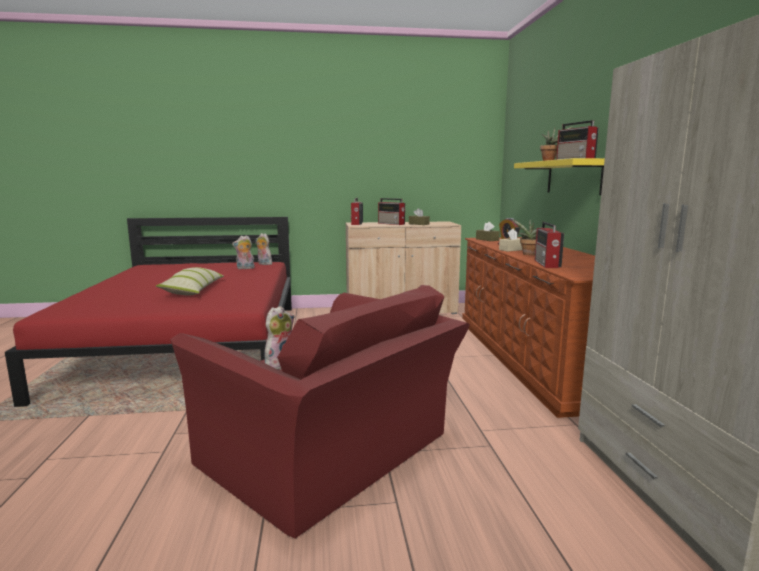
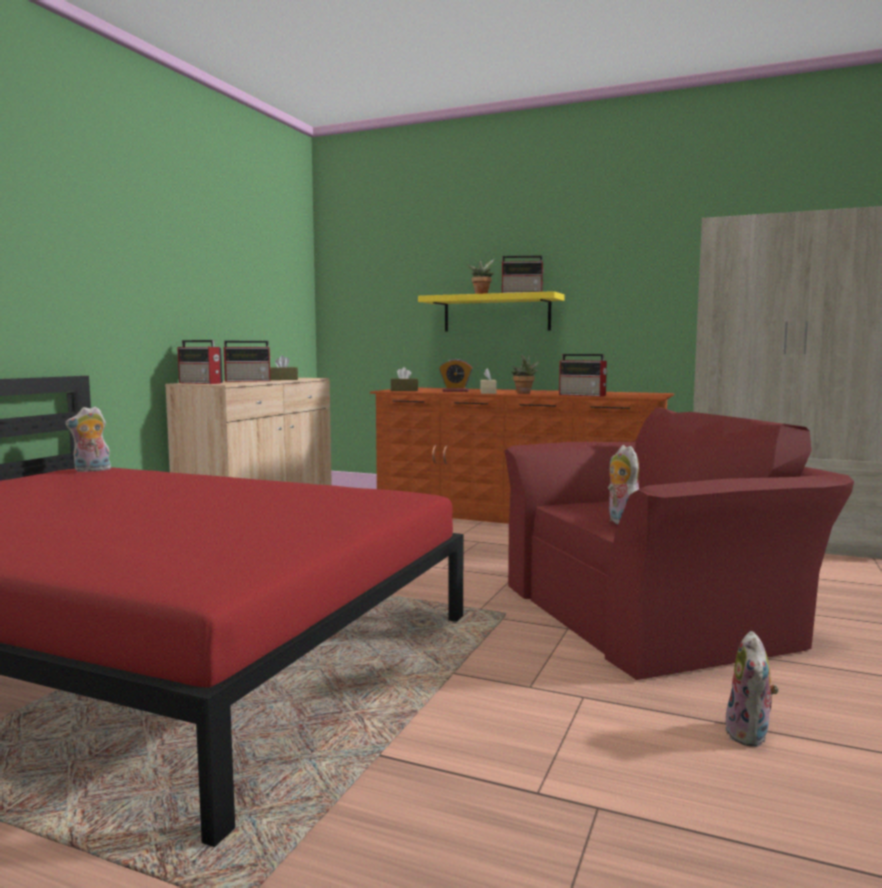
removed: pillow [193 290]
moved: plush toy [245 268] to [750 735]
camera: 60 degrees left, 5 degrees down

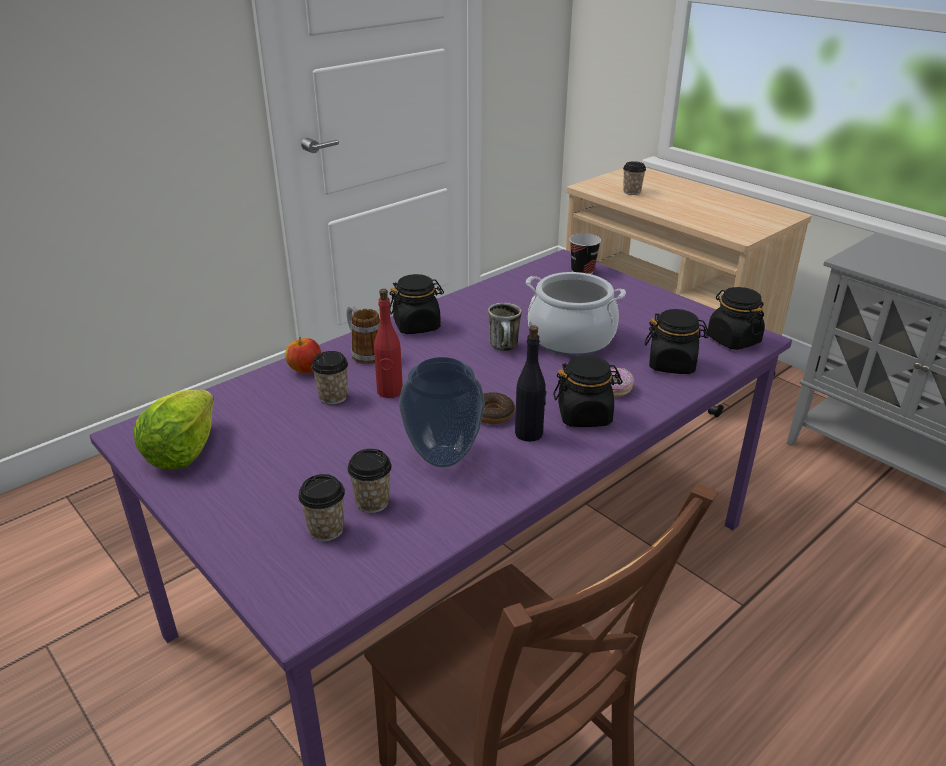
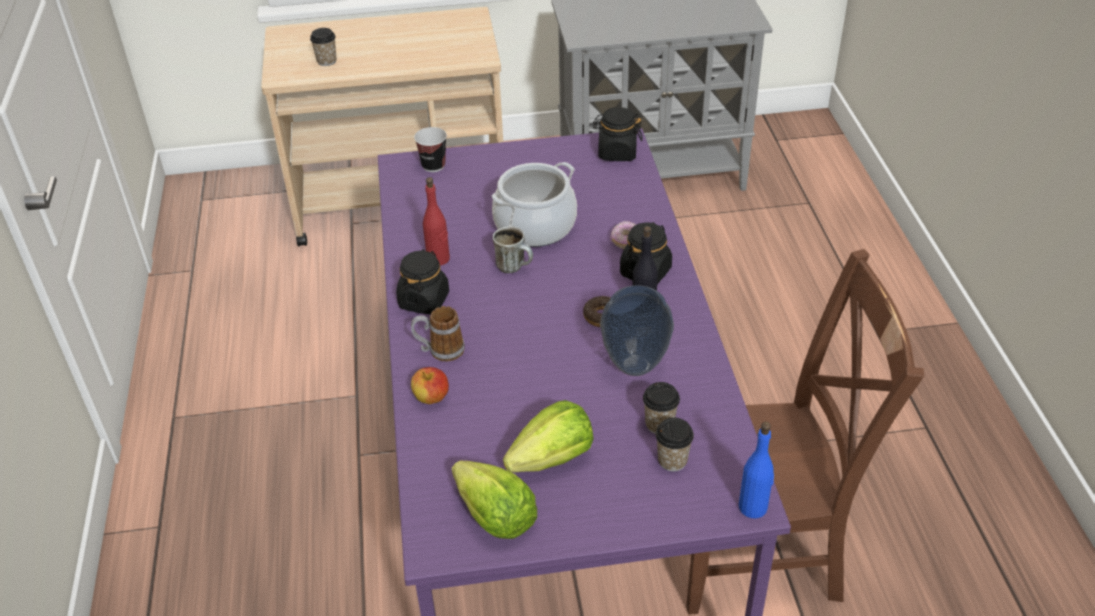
removed: cup [333 397]; black jar [672 364]
added: lettuce [552 459]; blue bottle [753 507]
moved: red bottle [390 391] to [438 259]
camera: 55 degrees left, 10 degrees up

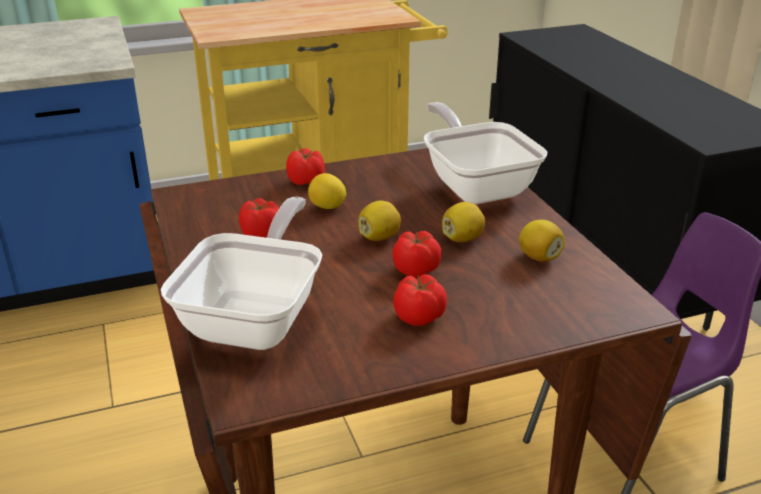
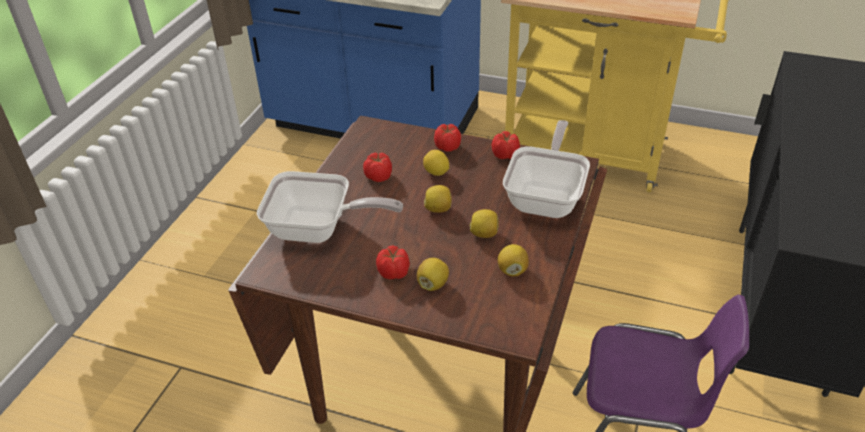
added: lemon [433 284]
moved: tomato [417 270] to [506 155]
turned: frying pan [258 317] = [319 230] 45 degrees clockwise
camera: 40 degrees right, 10 degrees up

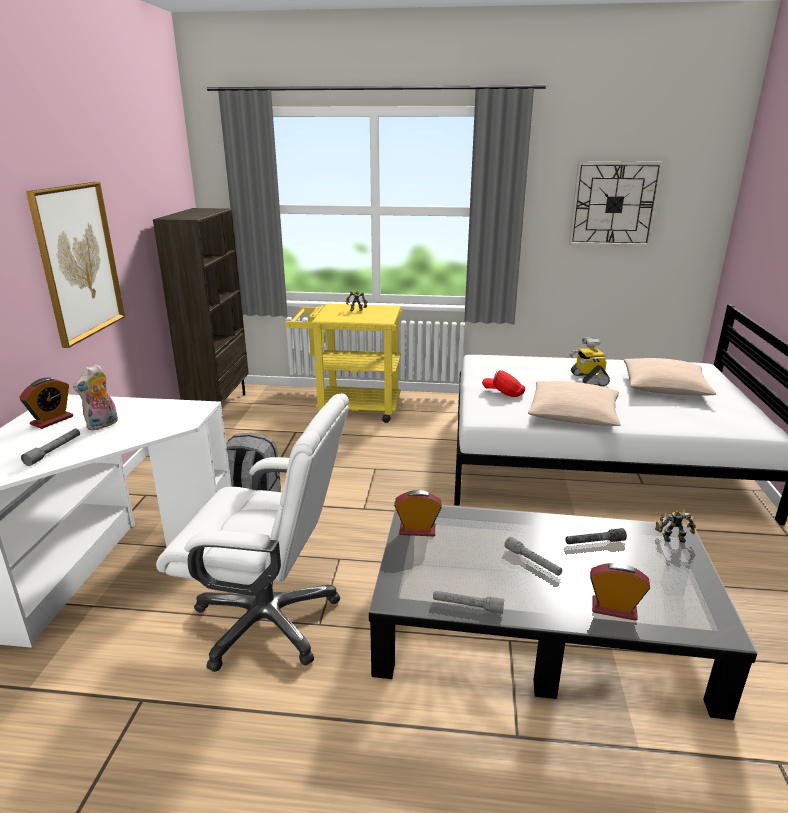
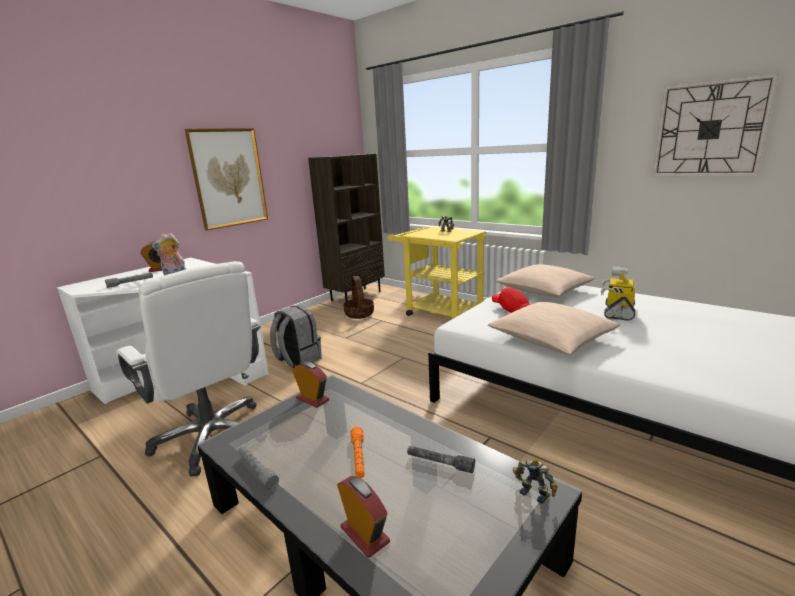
added: basket [359 314]
moved: beige pillow [664 388] to [544 291]
recoloured: grey flashlight [532 562] to orange flashlight [358 457]
camera: 35 degrees right, 5 degrees down

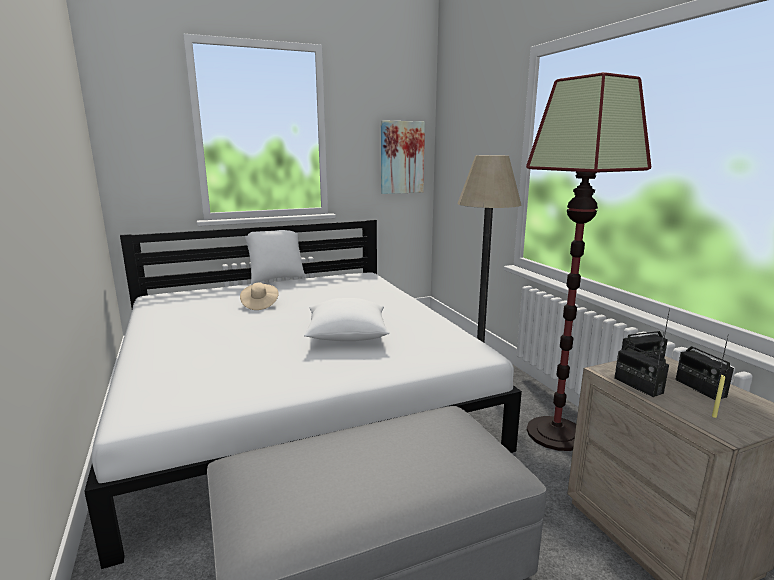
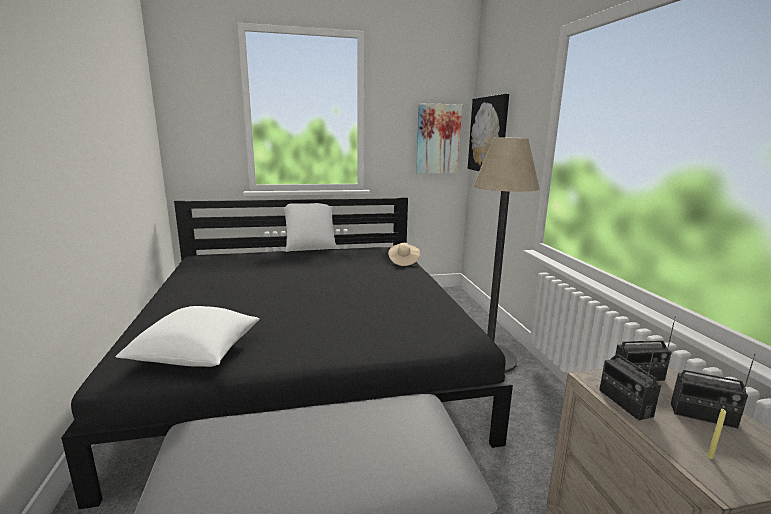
removed: floor lamp [555 434]
added: picture [488 135]
moved: white pillow [347 336] to [196 355]; beige hat [259 304] to [403 261]
recoloured: white bed [295 396] to black bed [306 360]
turned: radio [700 388] = [702 415] 60 degrees counterclockwise
camera: 10 degrees right, 0 degrees up

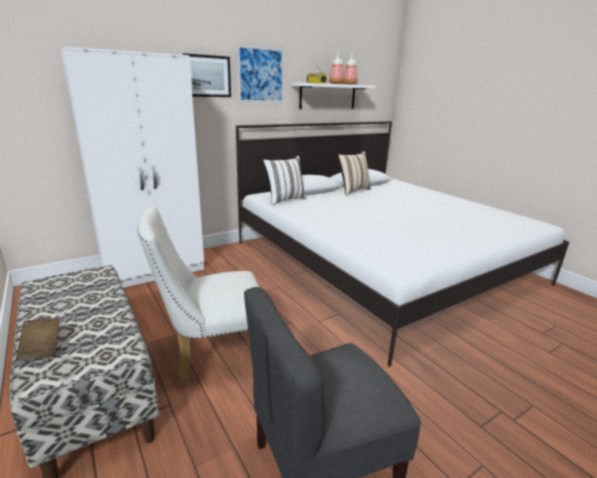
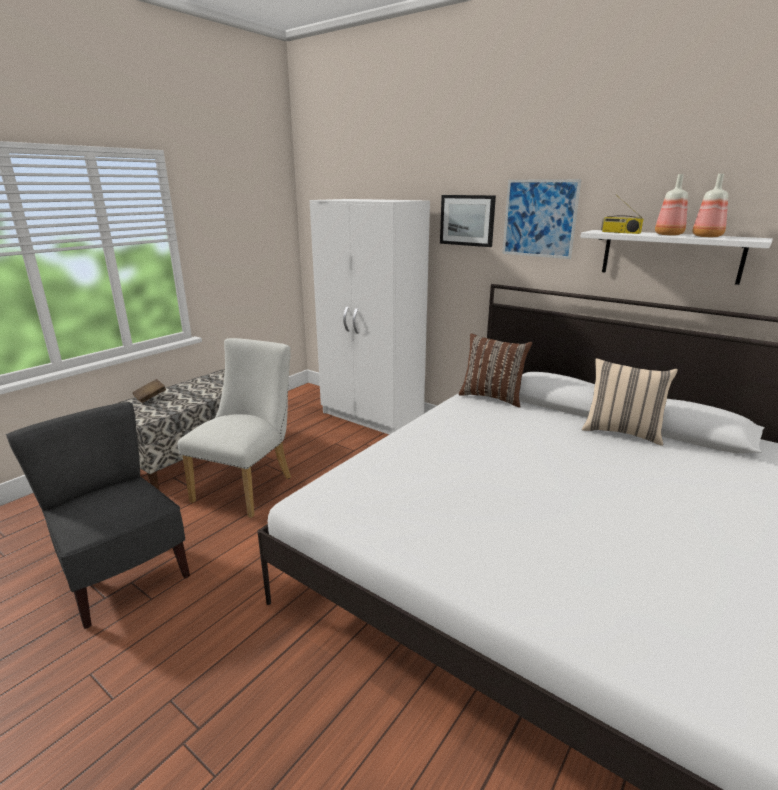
recoloured: white pillow [284 200] to brown pillow [492 397]
turned: white chair [212 357] = [248 486] 60 degrees clockwise
camera: 70 degrees right, 0 degrees up

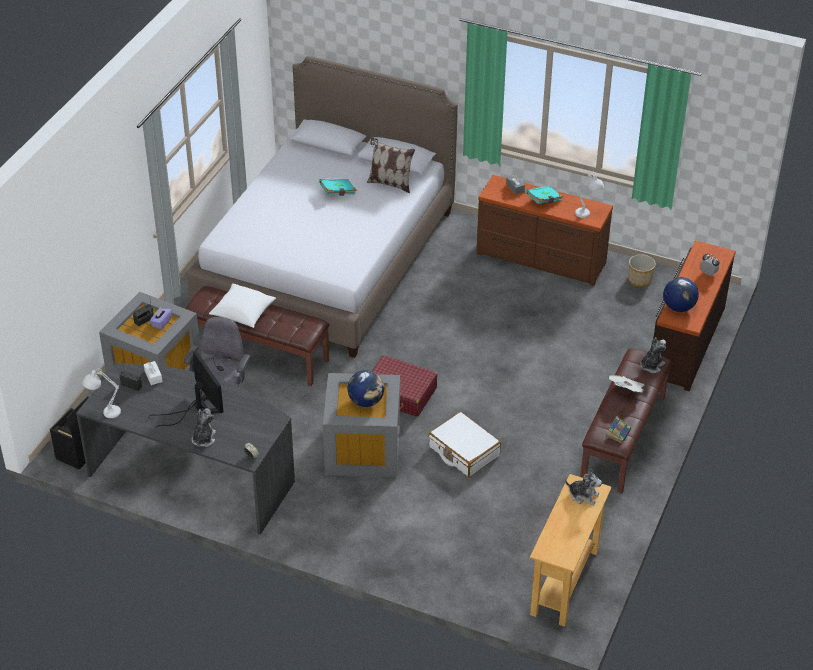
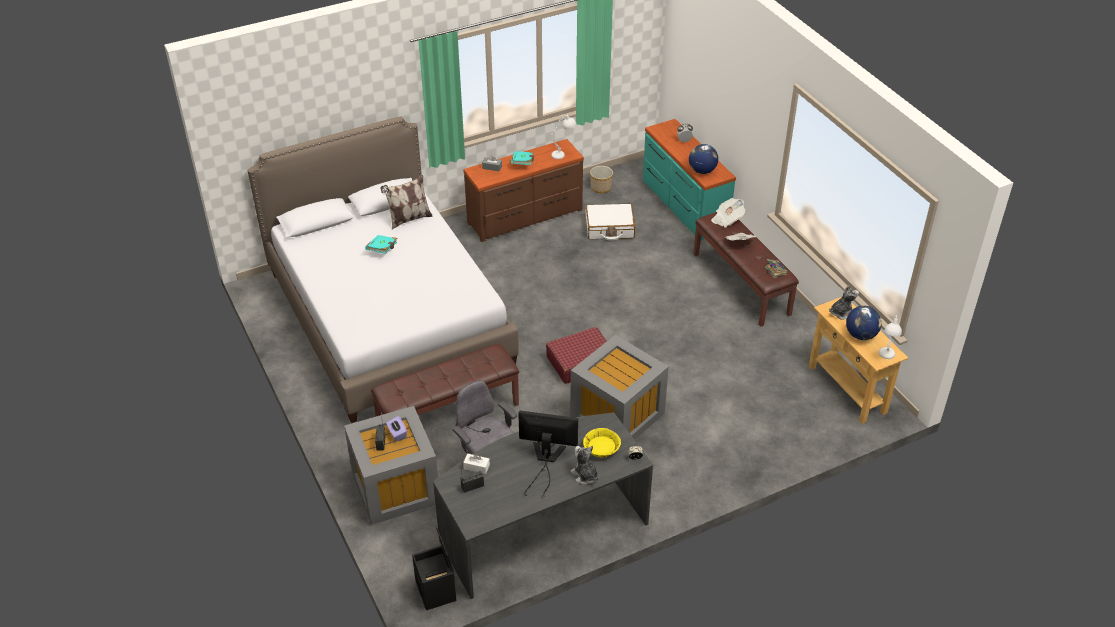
removed: white pillow [243 314]
added: yellow bowl [601 448]
moved: white suitcase [463 451] to [609 228]; globe [366 401] to [861 335]; white table lamp [104 413] to [885 358]
replaced: plush toy [651 365] to newspaper [727 219]
recoloured: brown dresser [686 343] to turquoise dresser [683 205]
camera: 50 degrees left, 0 degrees up

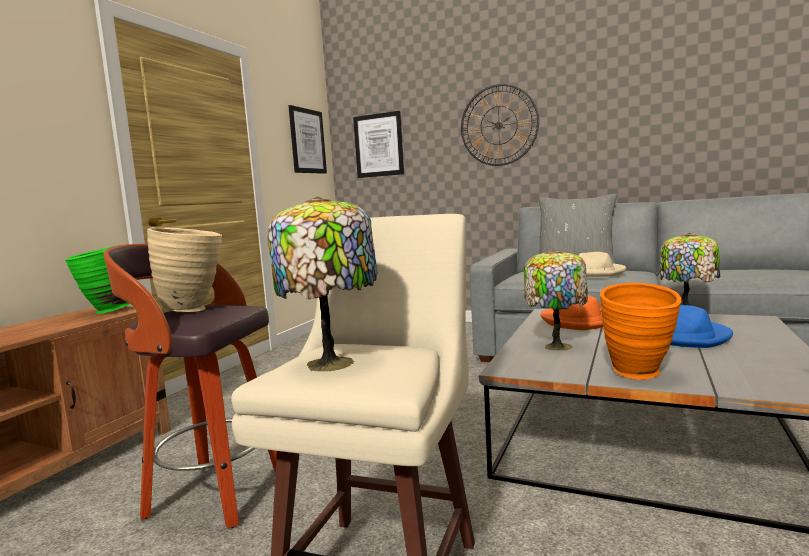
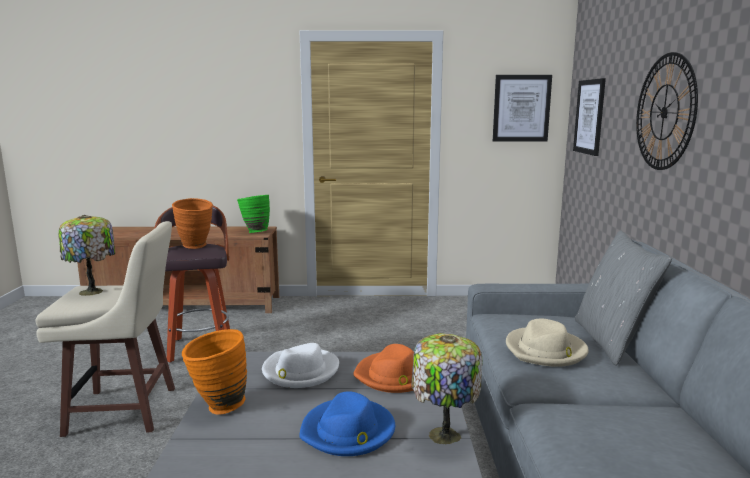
replaced: table lamp [556 345] to white hat [300 371]
recoloured: beige vase [195 310] to orange vase [196 247]
camera: 65 degrees right, 5 degrees up

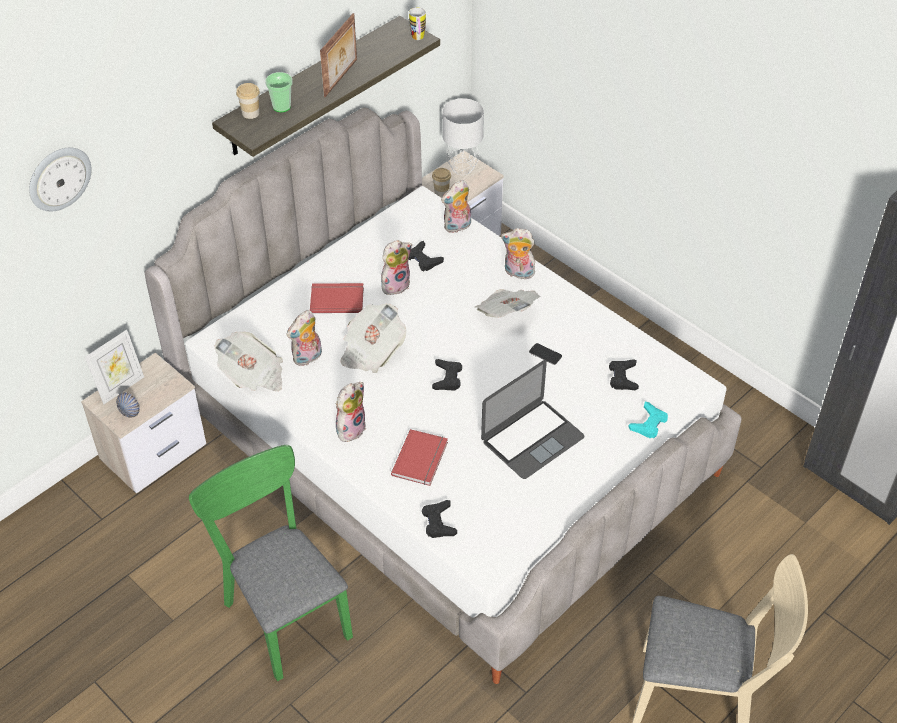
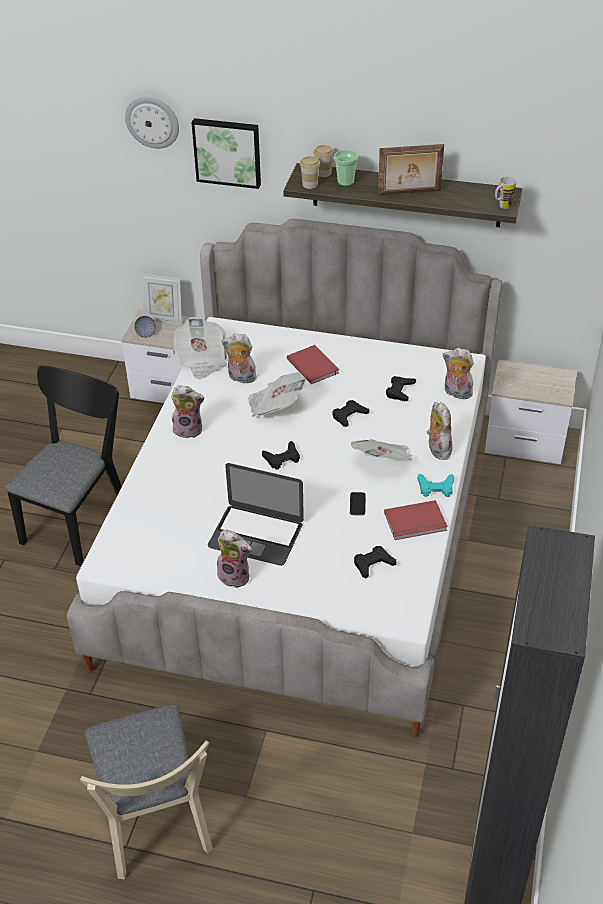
removed: grey table lamp [463 168]
added: picture [227 152]
moved: plush toy [395 284] to [236 576]; cup [441 192] to [310 184]; black game controller [438 522] to [349 416]; red book [422 459] to [416 523]; turquoise game controller [648 423] to [436 488]
recoloured: green chair [283 612] to black chair [79 518]
camera: 60 degrees right, 5 degrees down

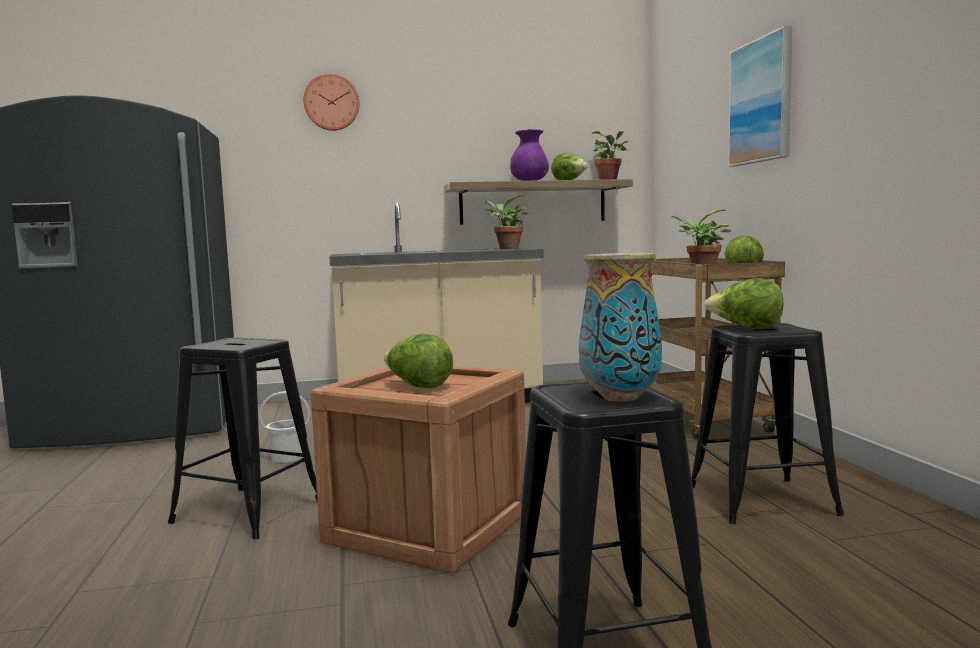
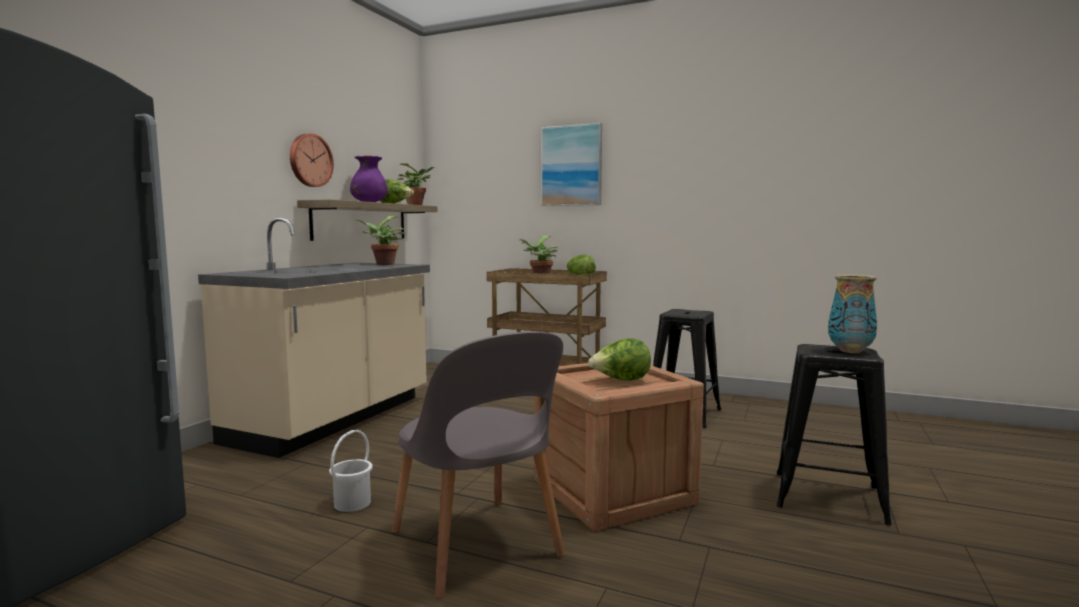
removed: lettuce [746 328]
moved: wall clock [331 103] to [309 160]
replaced: black stool [248 512] to grey chair [477 547]
camera: 55 degrees left, 0 degrees up

